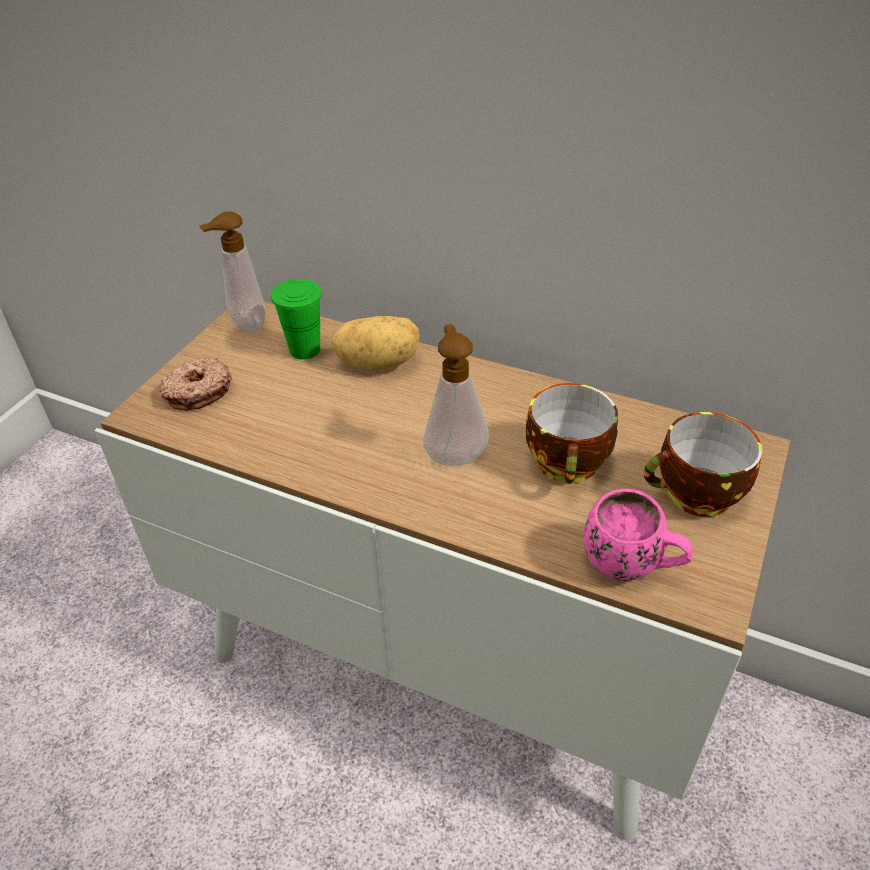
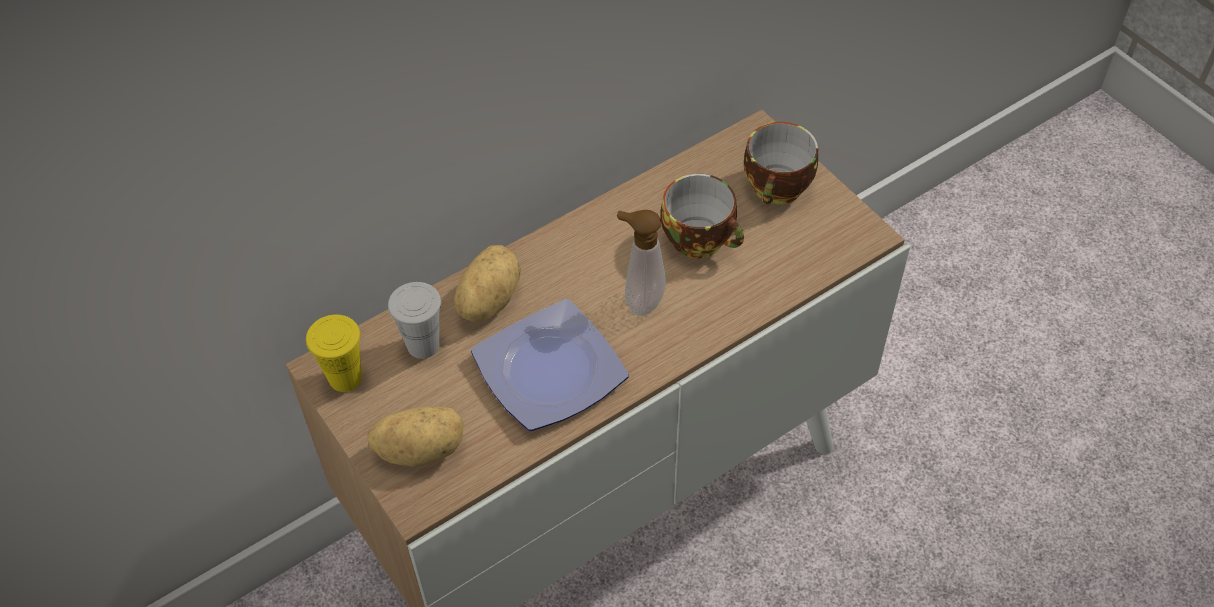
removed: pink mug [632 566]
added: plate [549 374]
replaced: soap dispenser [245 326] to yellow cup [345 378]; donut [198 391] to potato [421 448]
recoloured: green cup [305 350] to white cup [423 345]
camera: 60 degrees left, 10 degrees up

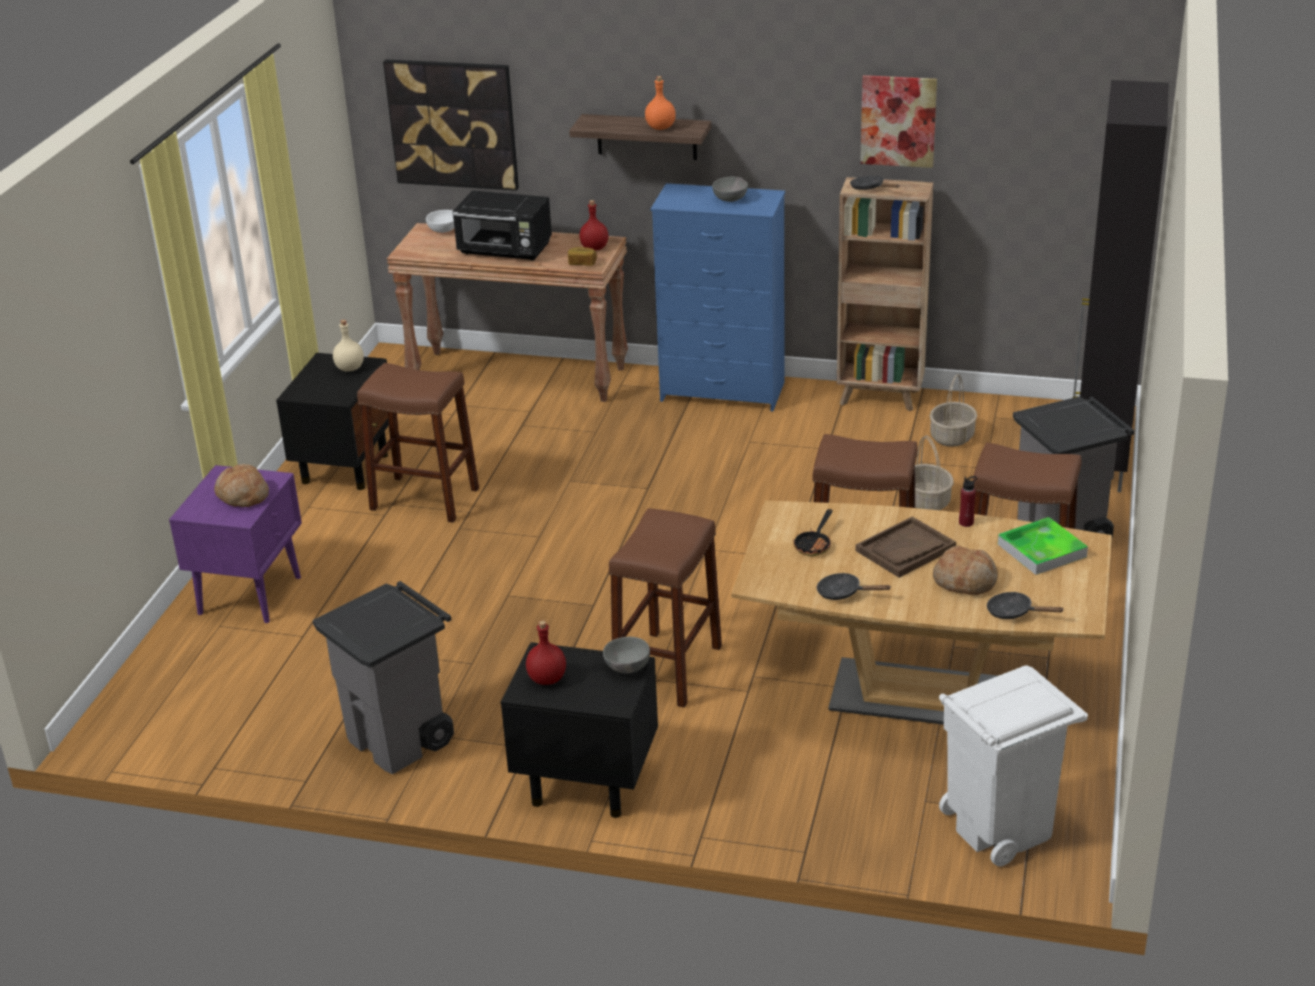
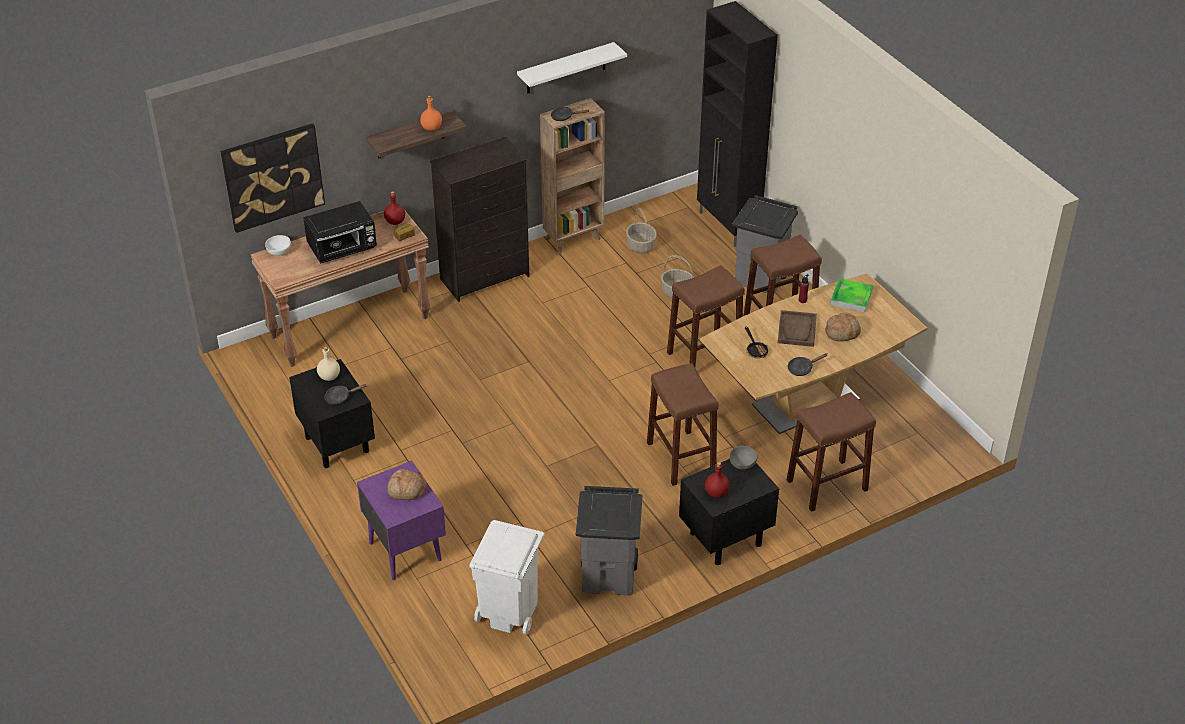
removed: grey bowl [731 199]
moved: black frying pan [1014 612] to [340 397]; white trash can [1000 827] to [509 611]; brown stool [424 499] to [826 485]
replaced: picture [898 121] to white shelf [566 68]
recoloured: blue dresser [723 392] to black dresser [485 278]
camera: 45 degrees left, 10 degrees up

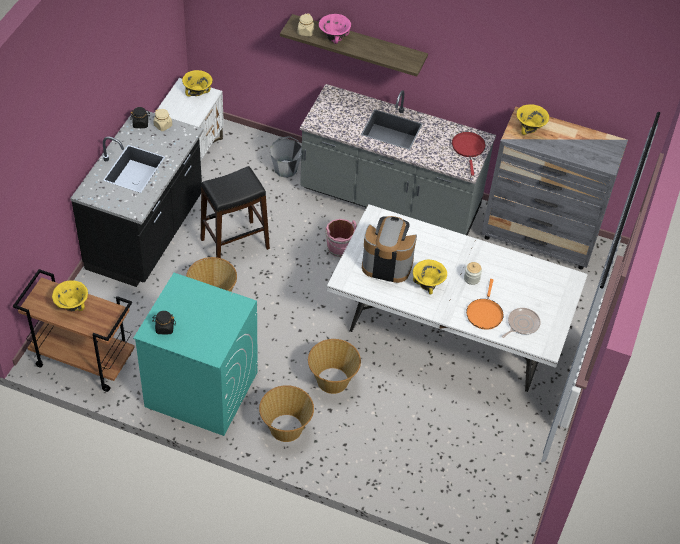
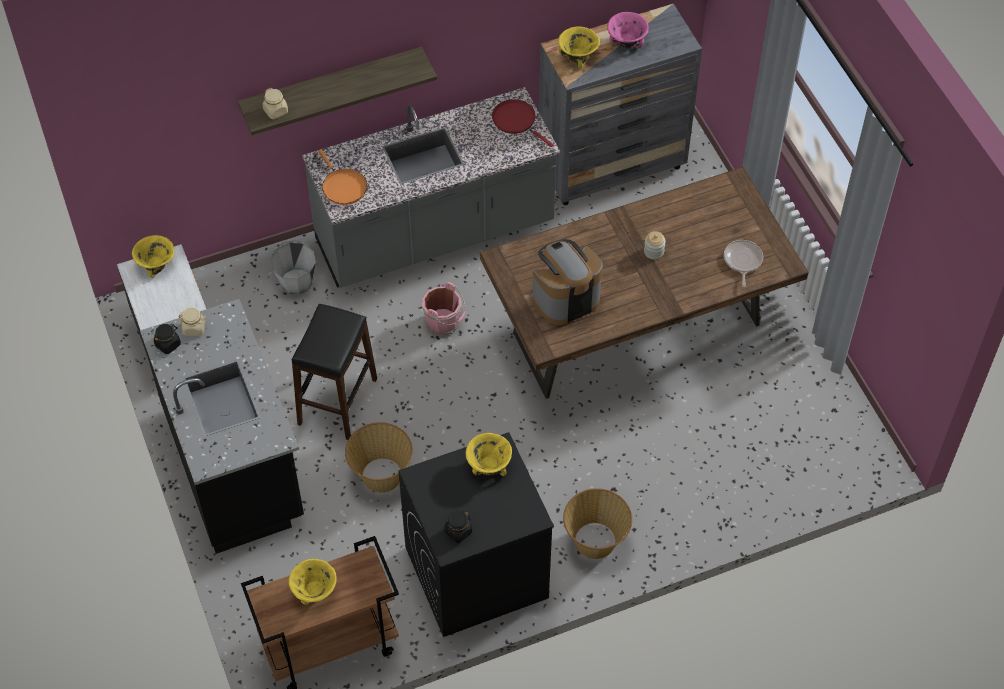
removed: basket [332 381]
moved: orange frying pan [484 313] to [343 187]; yellow bowl [428 284] to [489 465]; pink bowl [334 37] to [627 41]
recoloured: turquoise washing machine [200 389] to black washing machine [475 573]; white dining table [446 336] to brown dining table [635 330]
camera: 40 degrees left, 5 degrees up

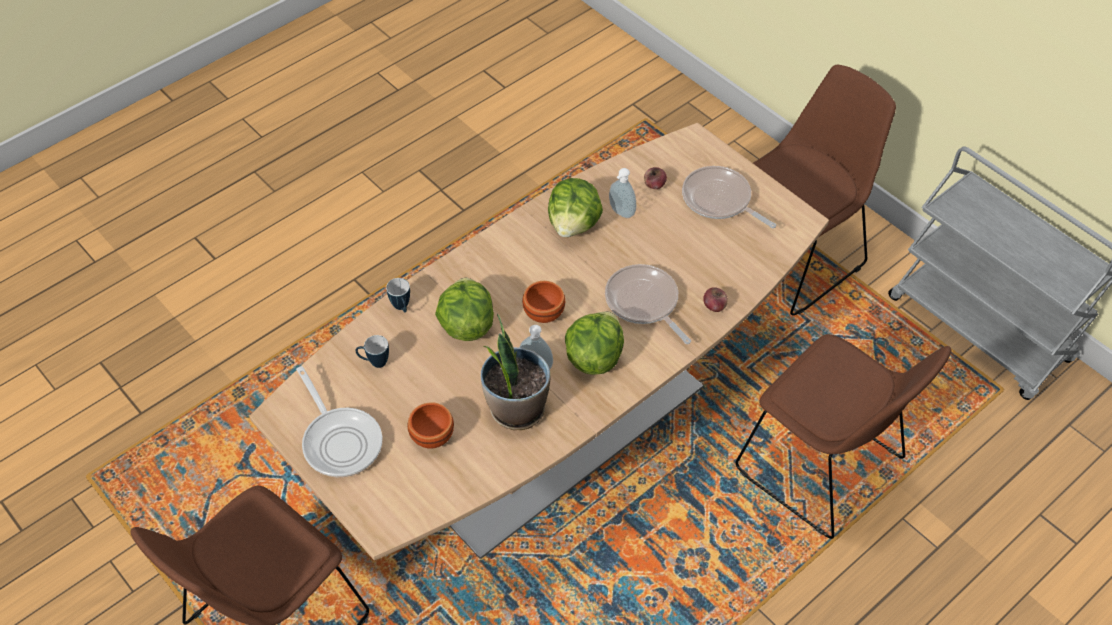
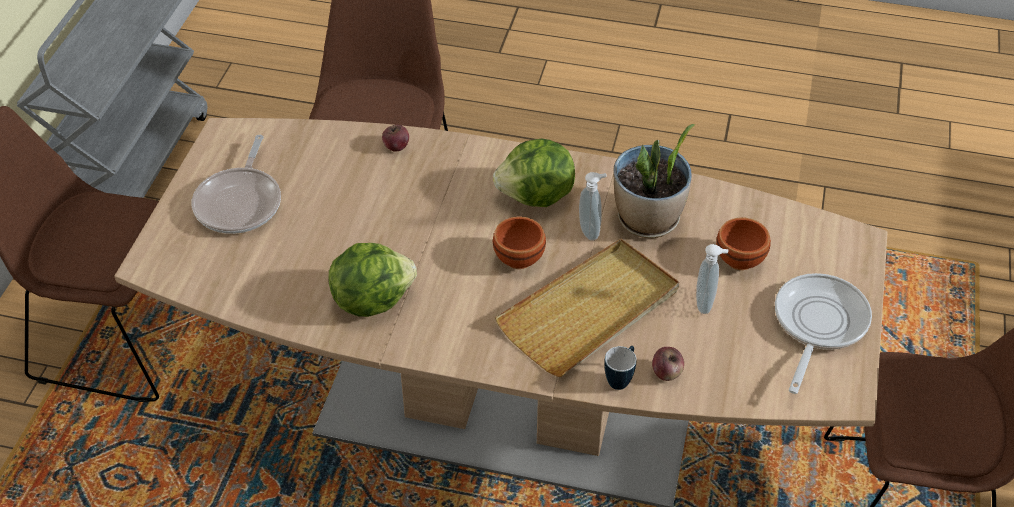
removed: mug [374 362]; frying pan [644 303]
moved: apple [654 185] to [666 372]; soap dispenser [620 213] to [706 303]
replaced: lettuce [466 325] to beige tray [590 311]
camera: 125 degrees left, 5 degrees down

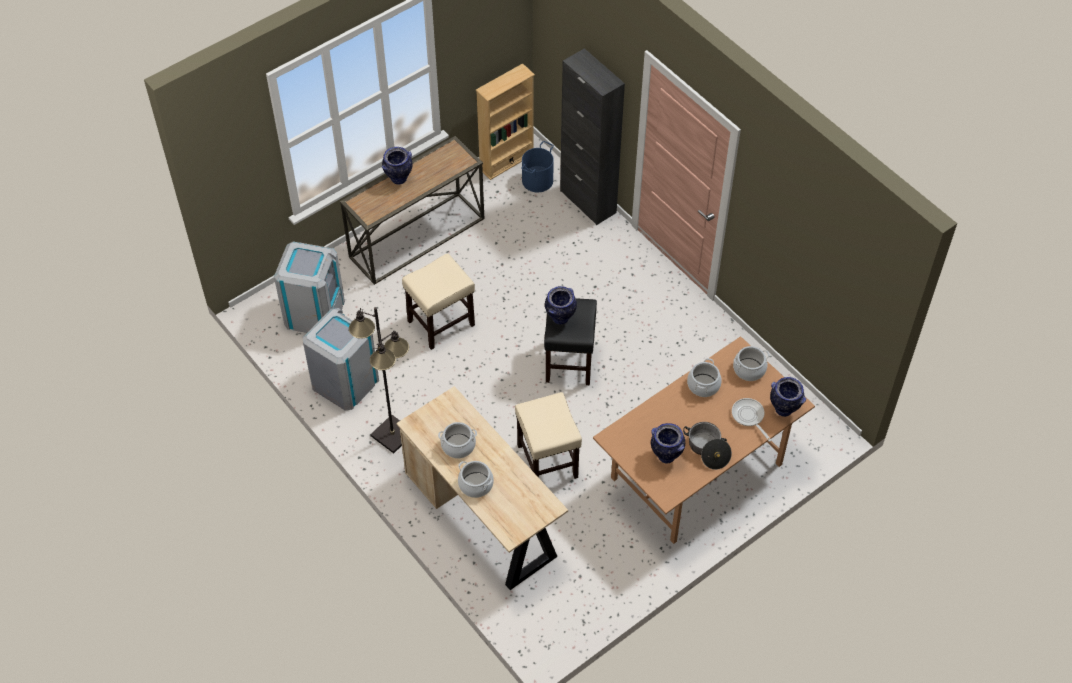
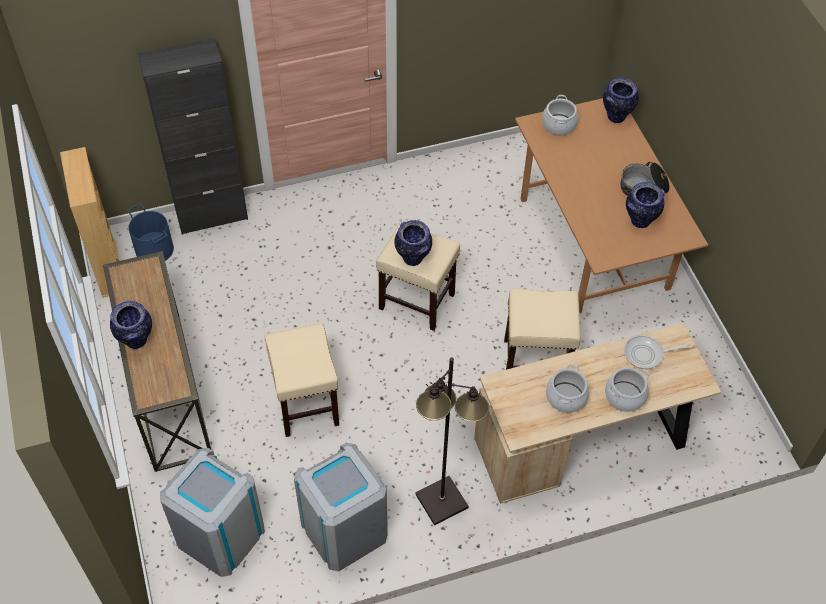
removed: cooking pot [703 385]
moved: frying pan [749 417] to [647 354]
recoloured: black stool [569 362] to beige stool [418 301]
camera: 70 degrees left, 0 degrees up

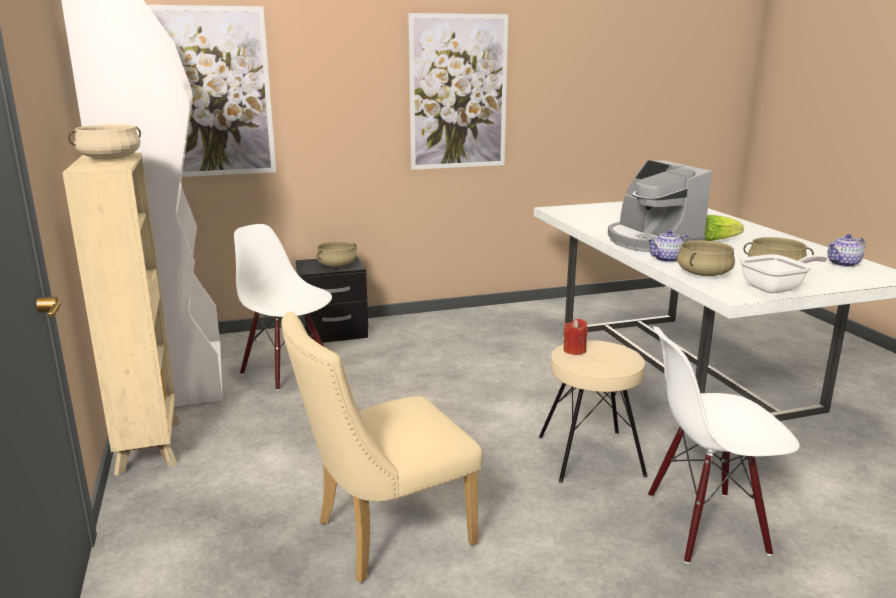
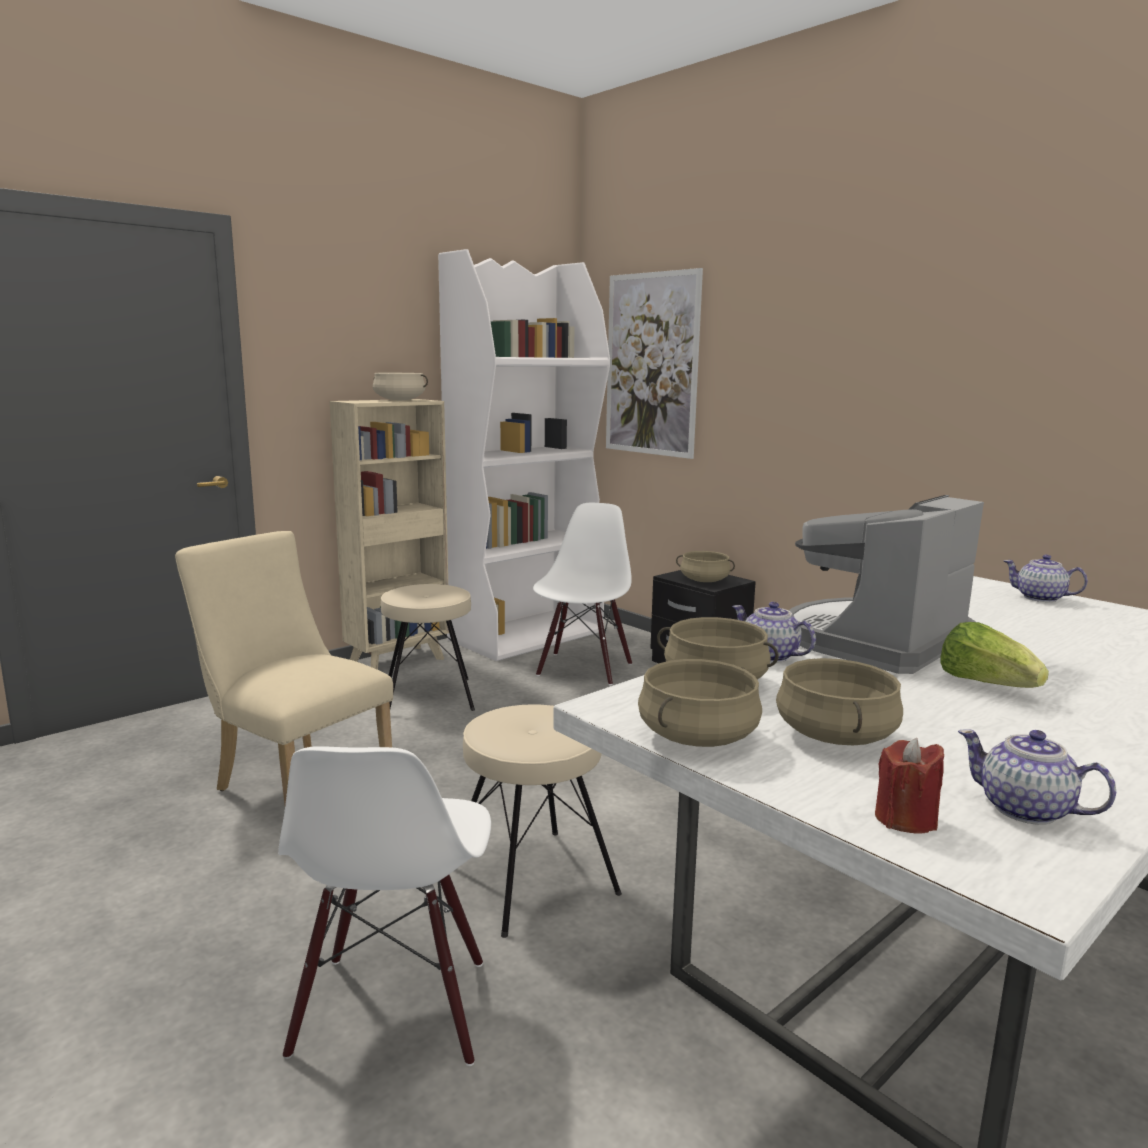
removed: picture [458 92]
added: beige stool [428 696]; teapot [1040 598]
moved: red candle [574 350] to [905 819]
replaced: frying pan [777 288] to beige cooking pot [698 737]
turned: white chair [705 524] = [393 1009] 150 degrees counterclockwise
camera: 65 degrees right, 5 degrees down

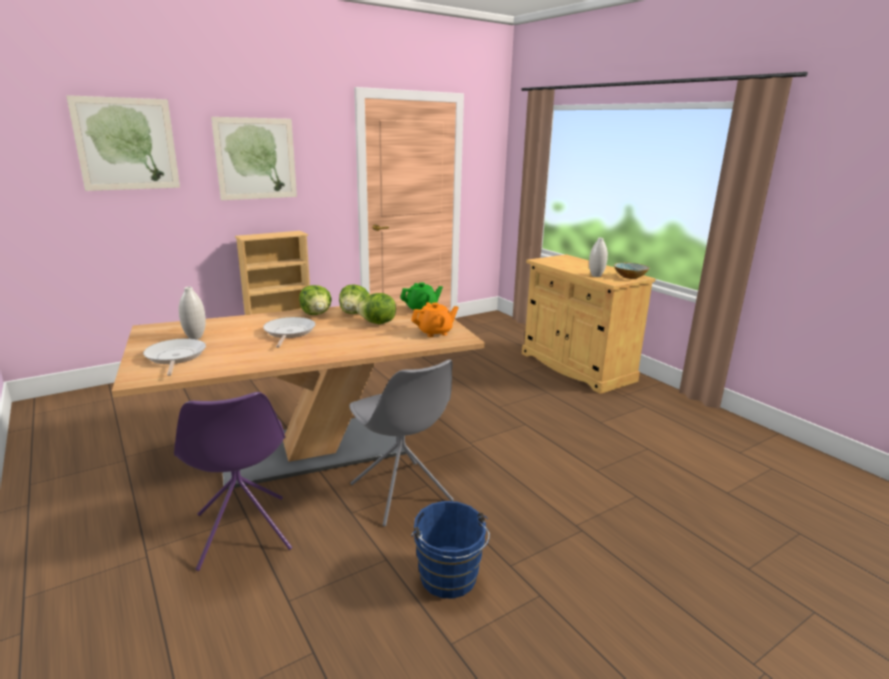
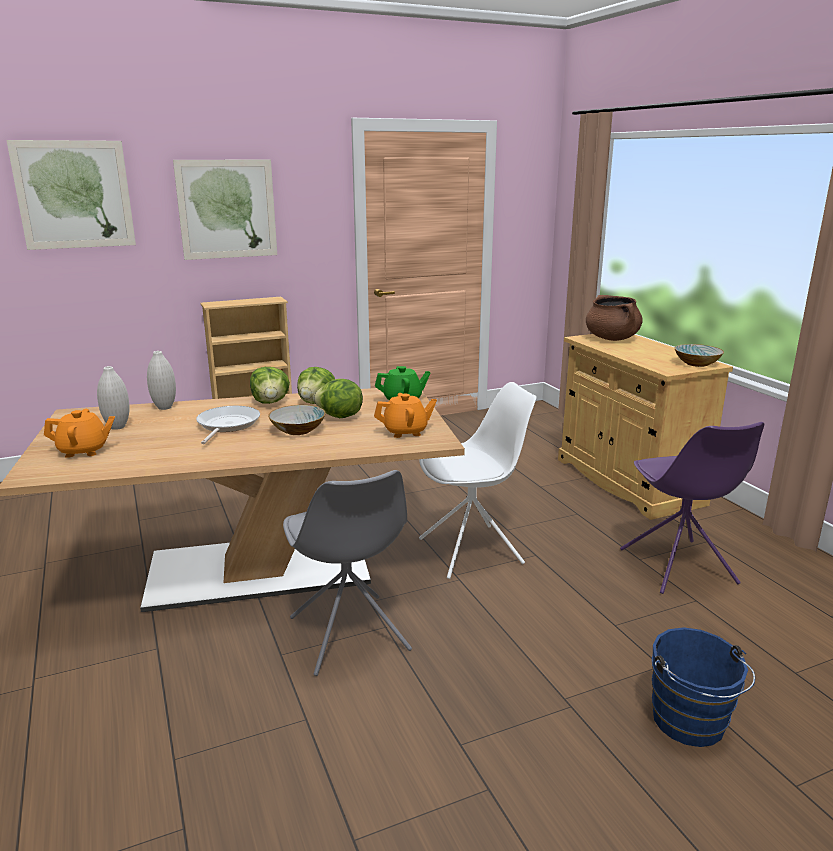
added: bowl [298 431]; white chair [472 551]; brown cooking pot [612 339]
moved: white vase [596 276] to [164 407]; purple chair [242 533] to [678 567]; blue bucket [449 580] to [690 725]
replaced: frying pan [175 357] to orange teapot [84 451]
camera: 10 degrees right, 0 degrees up

